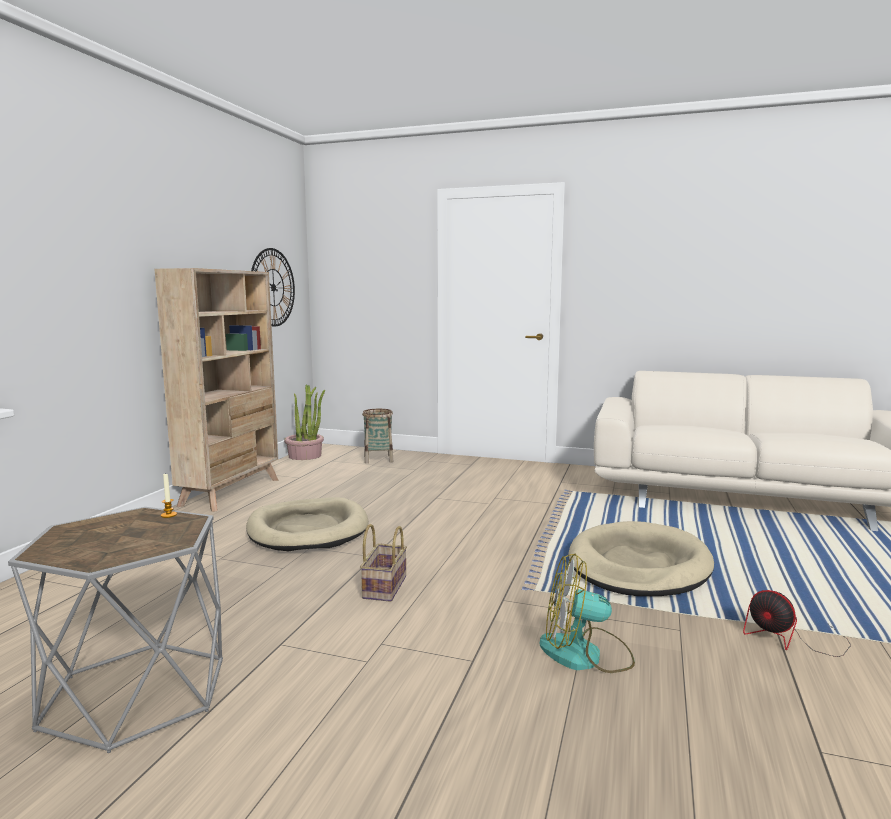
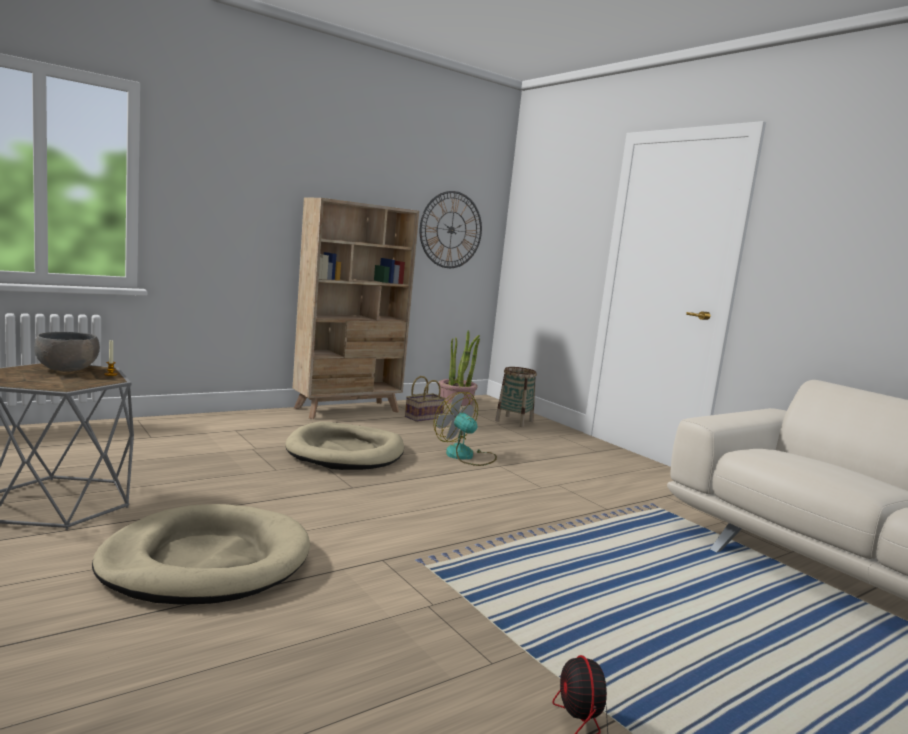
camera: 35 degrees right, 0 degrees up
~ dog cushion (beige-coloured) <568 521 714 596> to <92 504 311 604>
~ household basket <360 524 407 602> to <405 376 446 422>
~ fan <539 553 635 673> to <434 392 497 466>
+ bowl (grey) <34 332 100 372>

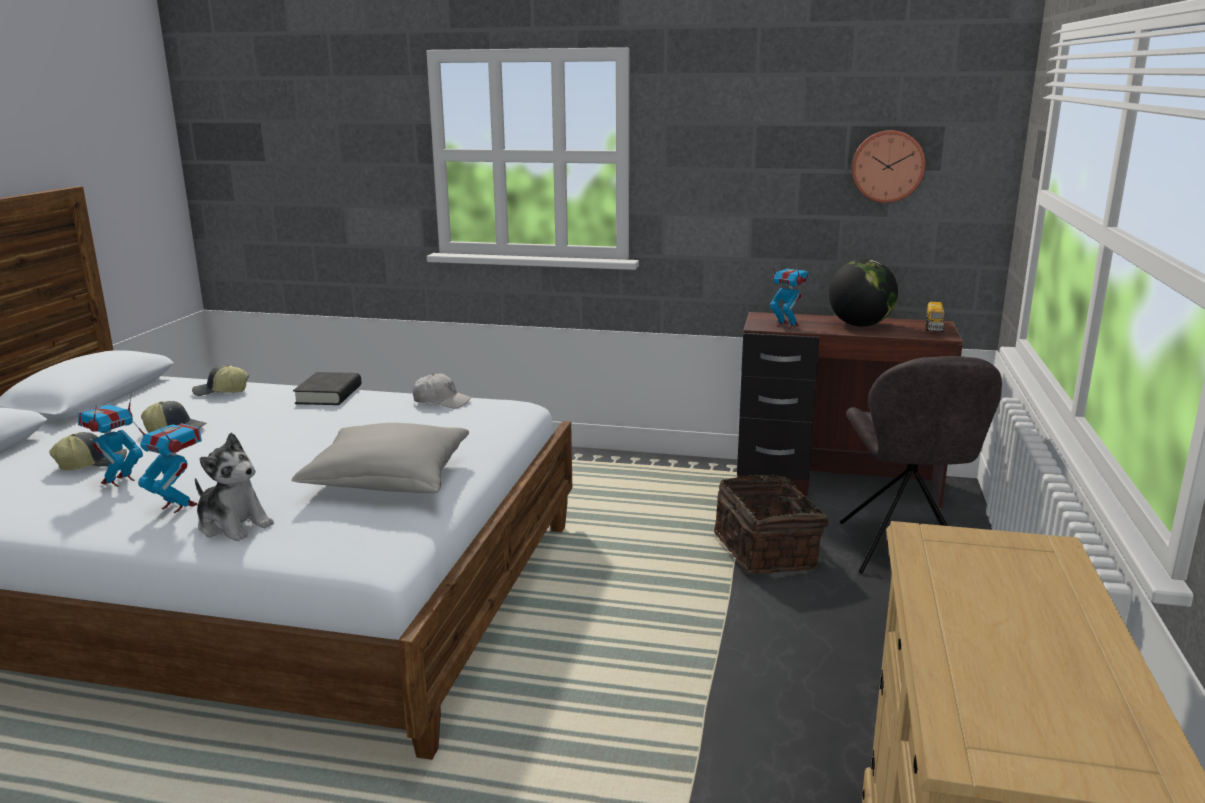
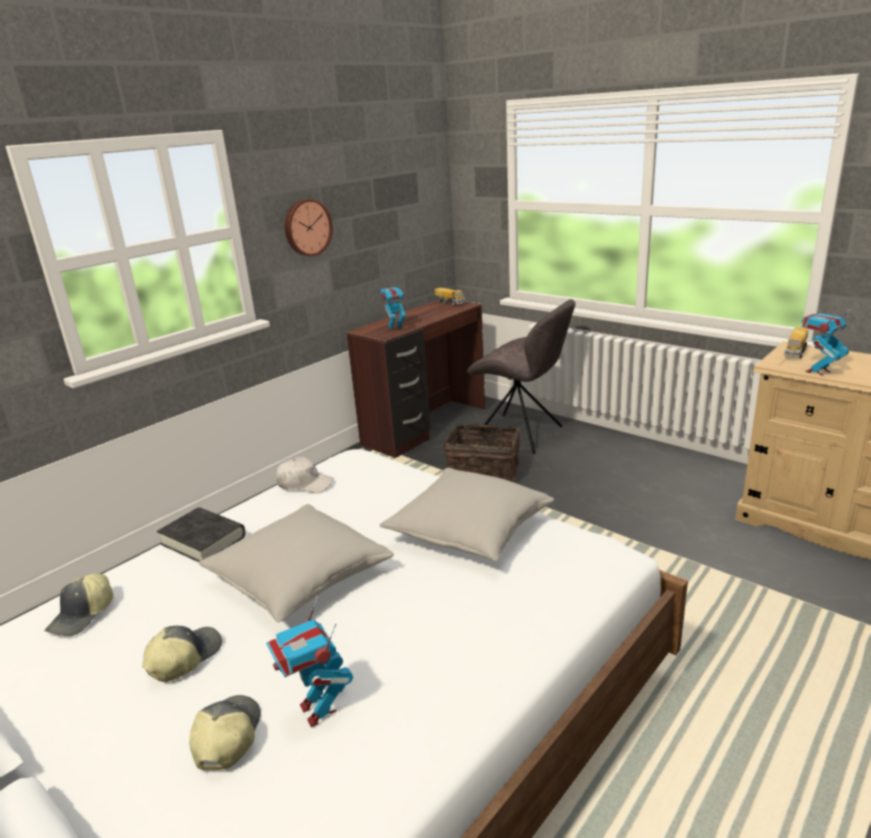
camera: 60 degrees left, 5 degrees up
~ hanging clock <852 130 925 203> to <285 199 333 256>
- desk globe <829 259 898 327>
~ peaked cap (white-coloured) <412 374 471 408> = <276 457 334 493> 60 degrees clockwise
~ toy robot <132 420 202 513> to <802 306 853 376>
- plush toy <195 433 274 541>
+ toy lorry <785 327 808 358>
+ cushion (grey) <199 504 394 622>

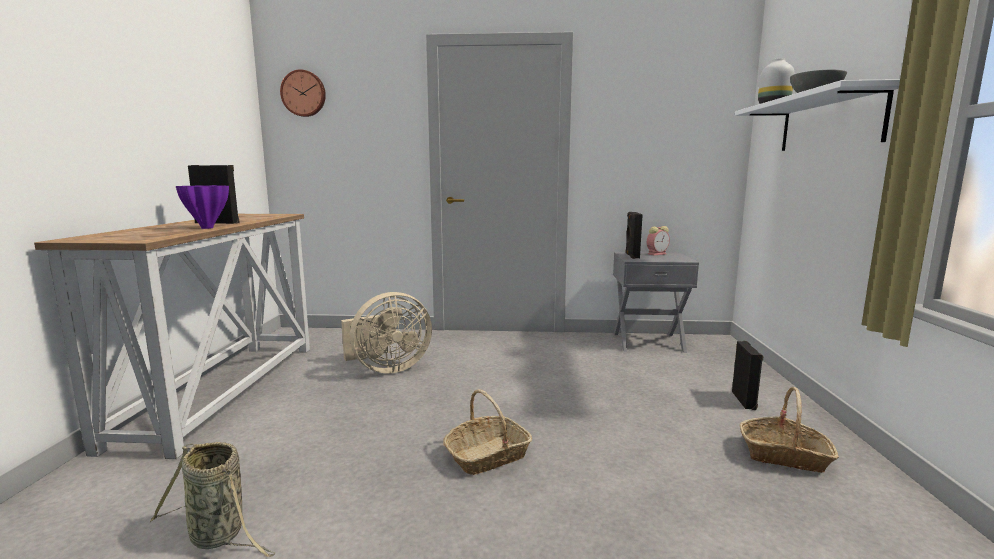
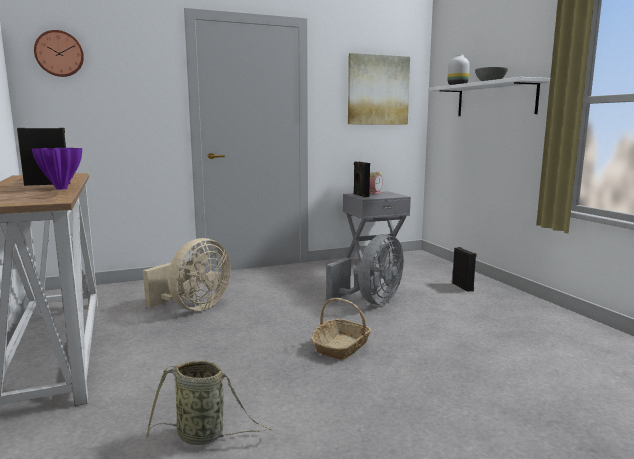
camera: 25 degrees left, 0 degrees up
- household basket <740 387 839 473>
+ wall art <348 53 410 124>
+ fan (grey) <326 235 404 305>

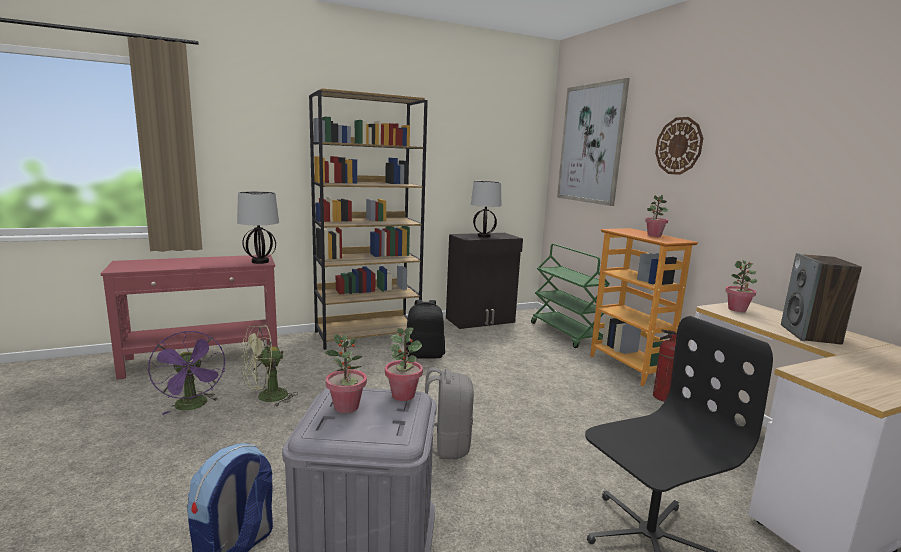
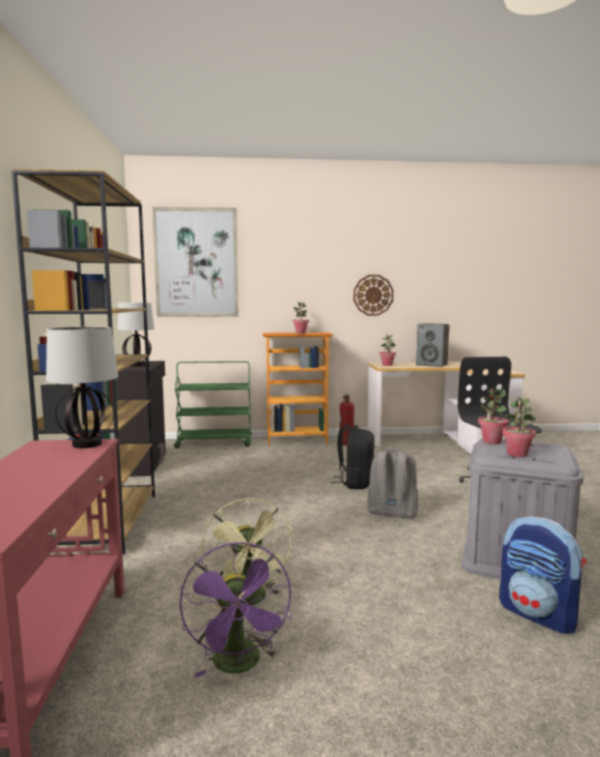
camera: 70 degrees left, 5 degrees down
~ hanging clock <655 117 703 175> to <354 275 394 316>
~ knapsack (blackish) <406 300 445 359> to <330 424 374 489>
~ fan (purplish) <148 331 225 415> = <179 542 291 678> 90 degrees clockwise

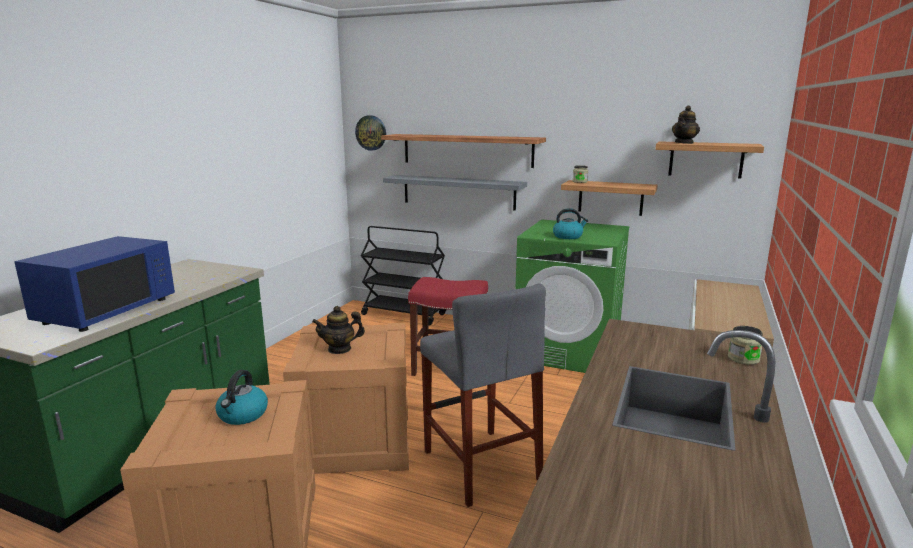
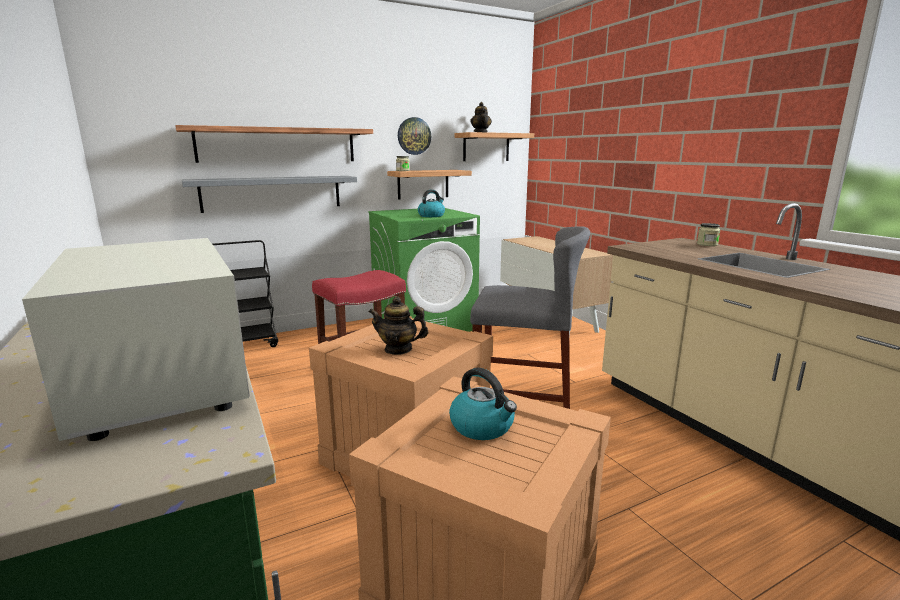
camera: 50 degrees left, 0 degrees up
~ hanging clock <355 115 386 151> to <398 117 431 155>
~ microwave oven (bluish) <14 236 175 332> to microwave oven (white-coloured) <22 238 250 441>
~ pot for tea <312 306 365 354> = <369 296 429 355> 75 degrees clockwise

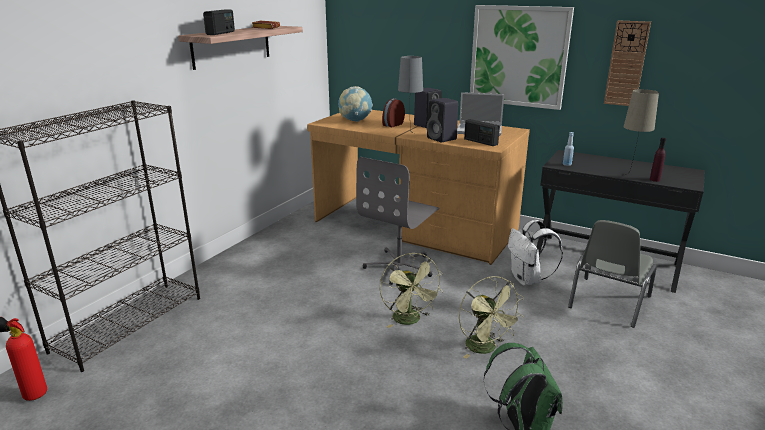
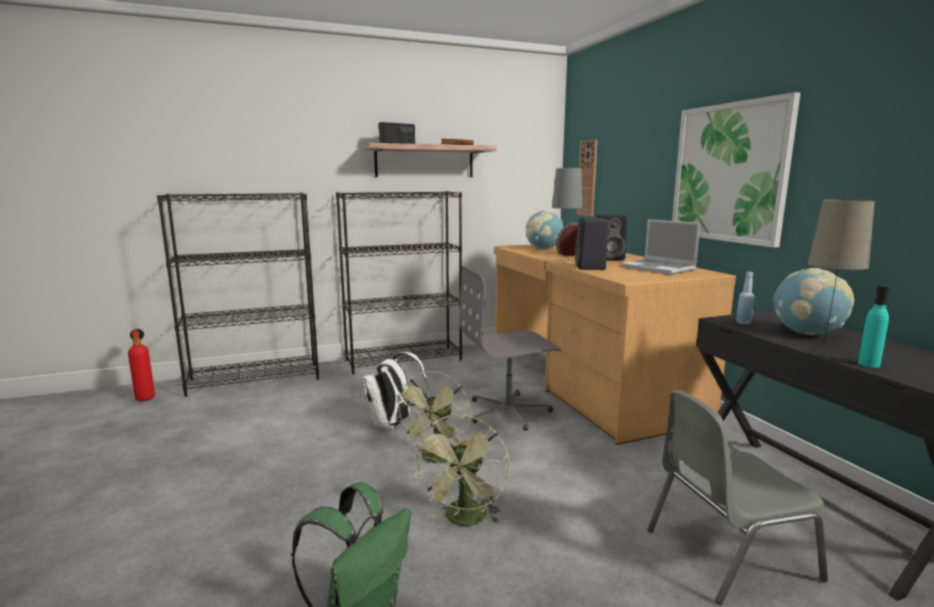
camera: 40 degrees right, 10 degrees down
~ hanging clock <604 20 651 106> to <577 140 598 216>
- radio <464 119 500 146>
~ bottle (purplish) <650 137 666 182> to bottle (blue-green) <858 286 889 368>
~ knapsack (white-coloured) <508 220 563 286> to <362 352 428 429>
+ bookcase (blackish) <336 191 462 374>
+ desk globe <773 268 854 335>

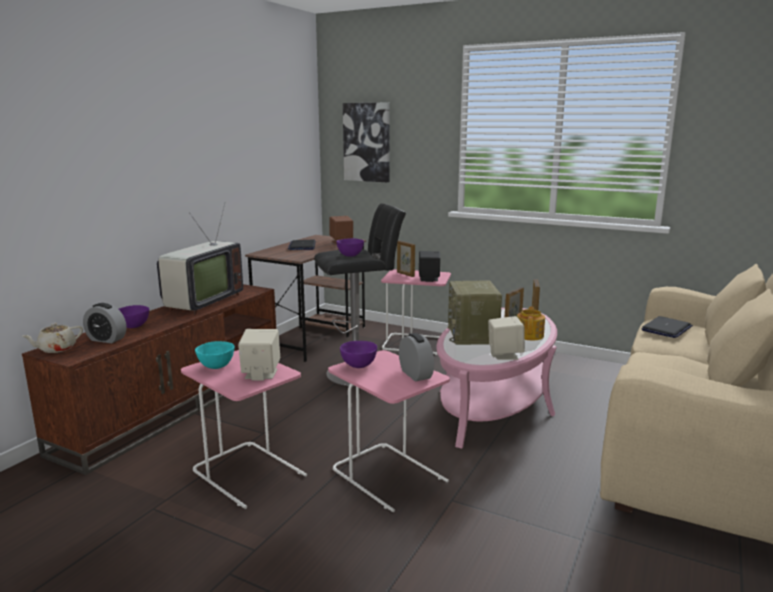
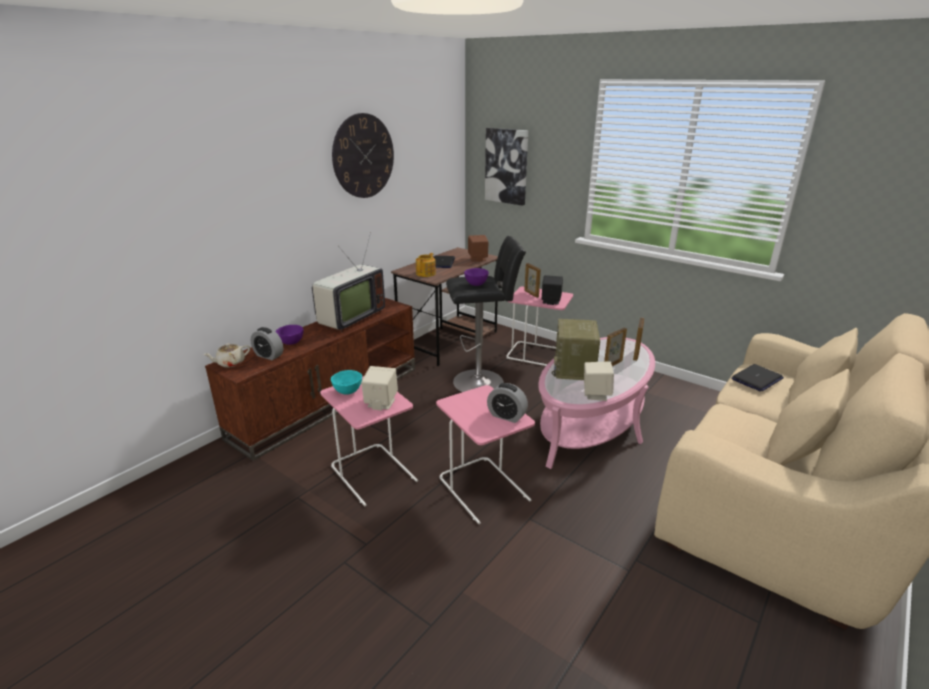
camera: 10 degrees right, 10 degrees up
~ pot for tea <517 306 545 340> to <416 253 436 277>
~ alarm clock <399 333 434 381> = <487 383 528 423> 135 degrees clockwise
- bowl (purplish) <340 341 377 368>
+ hanging clock <332 113 394 198>

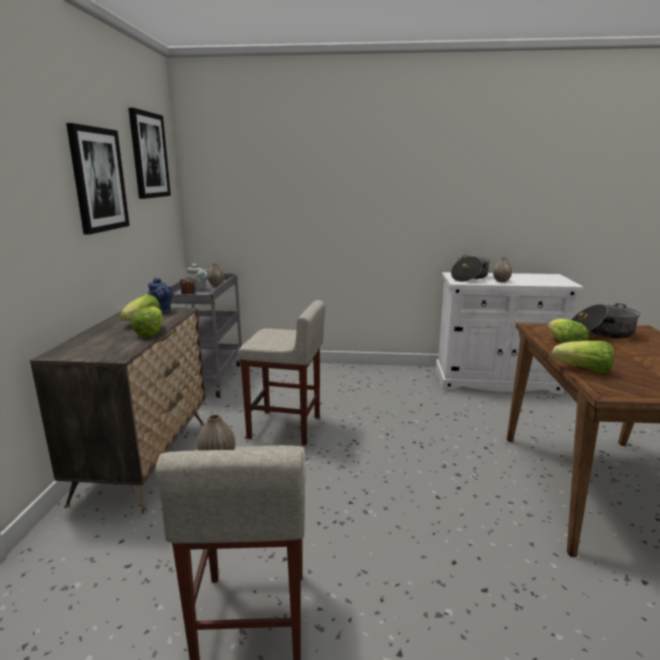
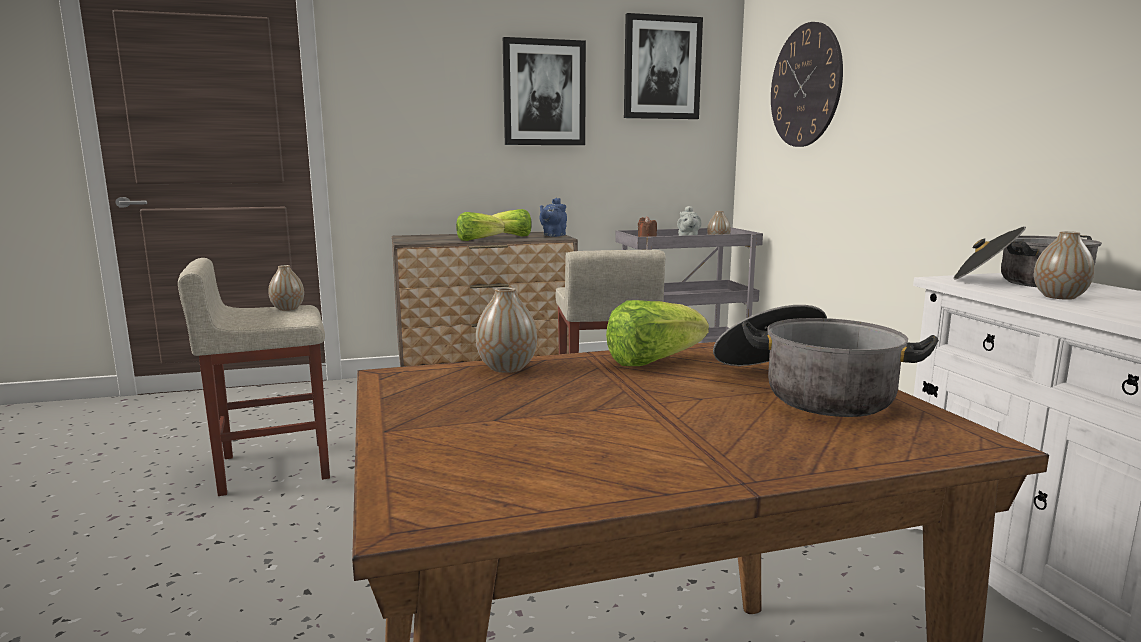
camera: 70 degrees right, 5 degrees down
~ lettuce <552 341 614 373> to vase <476 287 537 373>
+ hanging clock <771 22 843 147>

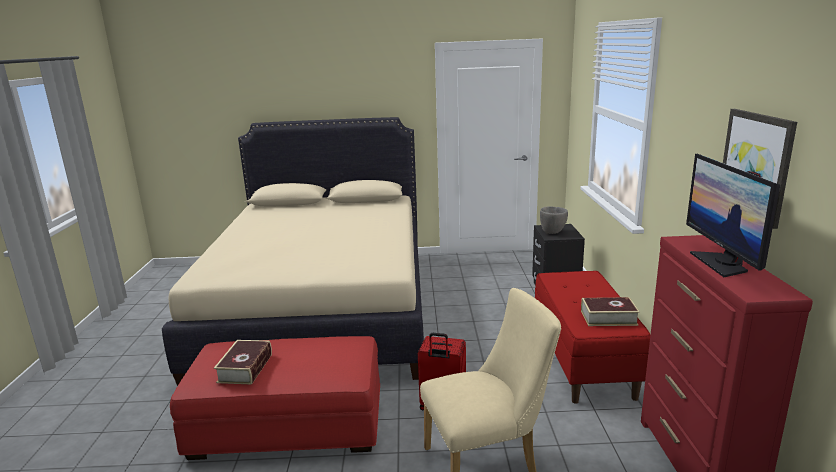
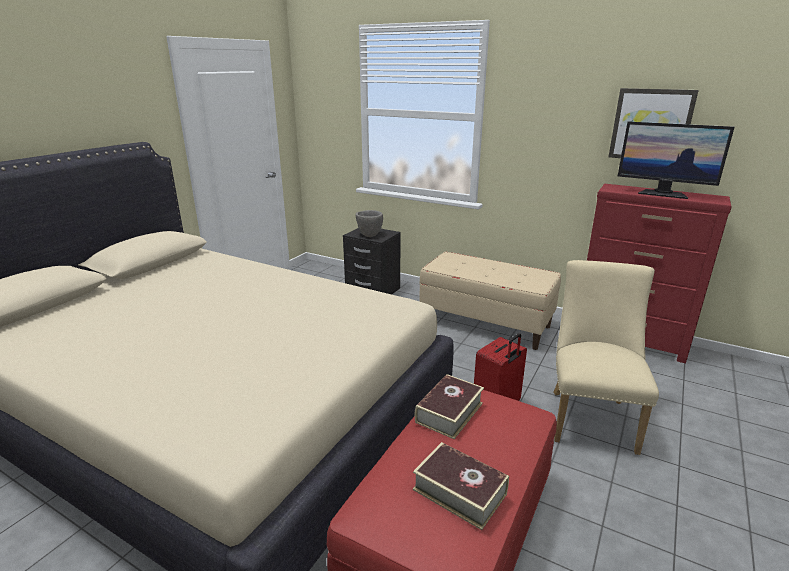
camera: 60 degrees left, 5 degrees up
~ long seat (red-coloured) <535 271 650 404> to long seat (beige-coloured) <419 252 561 350>
~ volume <581 297 640 326> to <415 374 484 439>

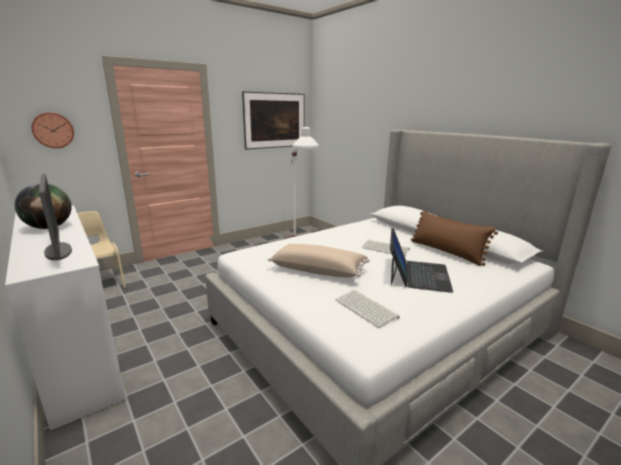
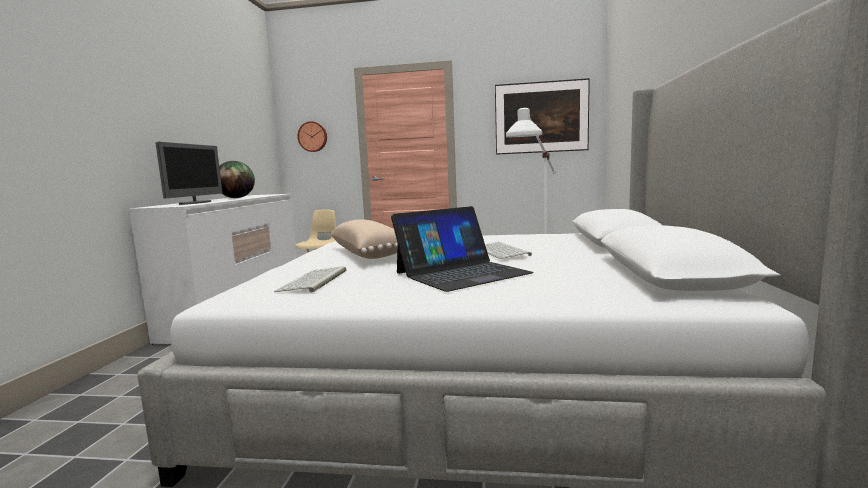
camera: 45 degrees right, 10 degrees down
- cushion (brown-coloured) <411 210 498 266>

